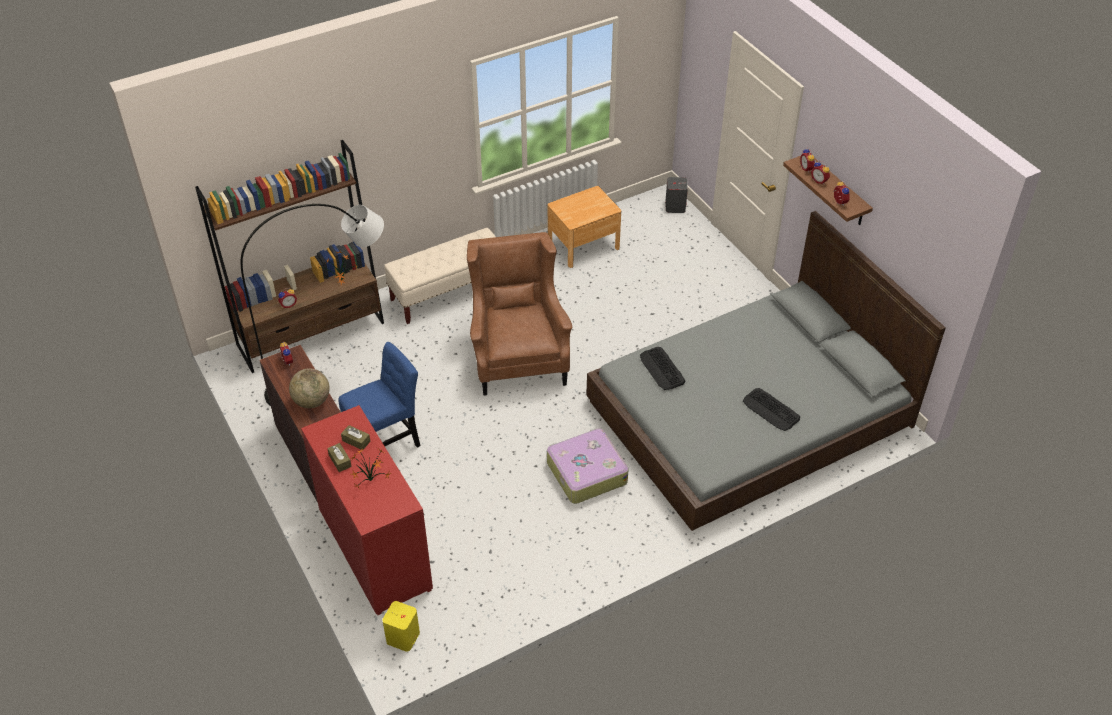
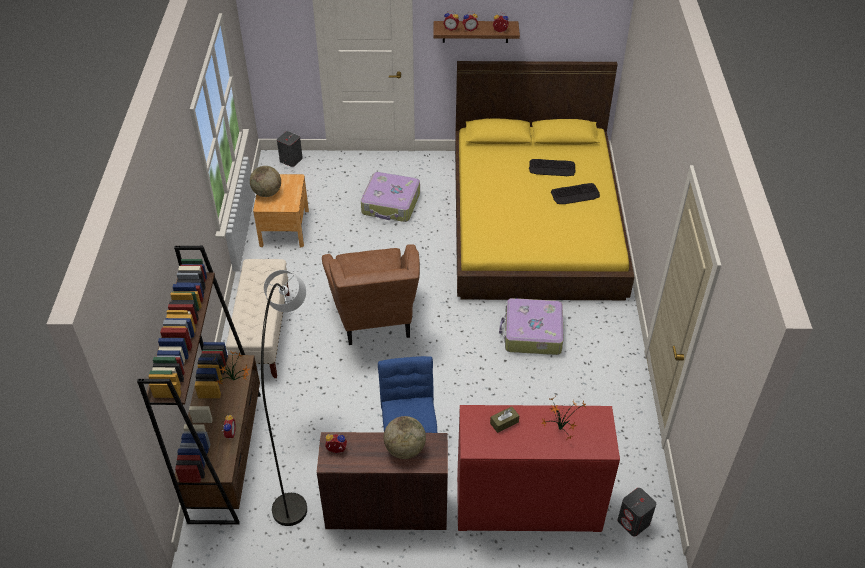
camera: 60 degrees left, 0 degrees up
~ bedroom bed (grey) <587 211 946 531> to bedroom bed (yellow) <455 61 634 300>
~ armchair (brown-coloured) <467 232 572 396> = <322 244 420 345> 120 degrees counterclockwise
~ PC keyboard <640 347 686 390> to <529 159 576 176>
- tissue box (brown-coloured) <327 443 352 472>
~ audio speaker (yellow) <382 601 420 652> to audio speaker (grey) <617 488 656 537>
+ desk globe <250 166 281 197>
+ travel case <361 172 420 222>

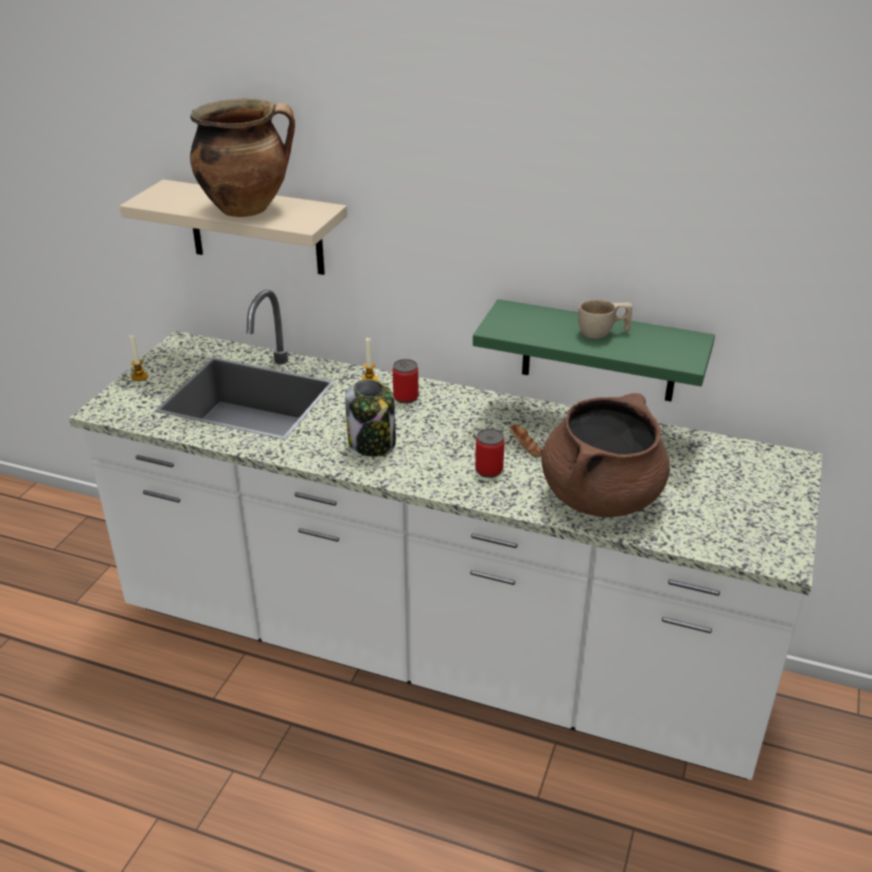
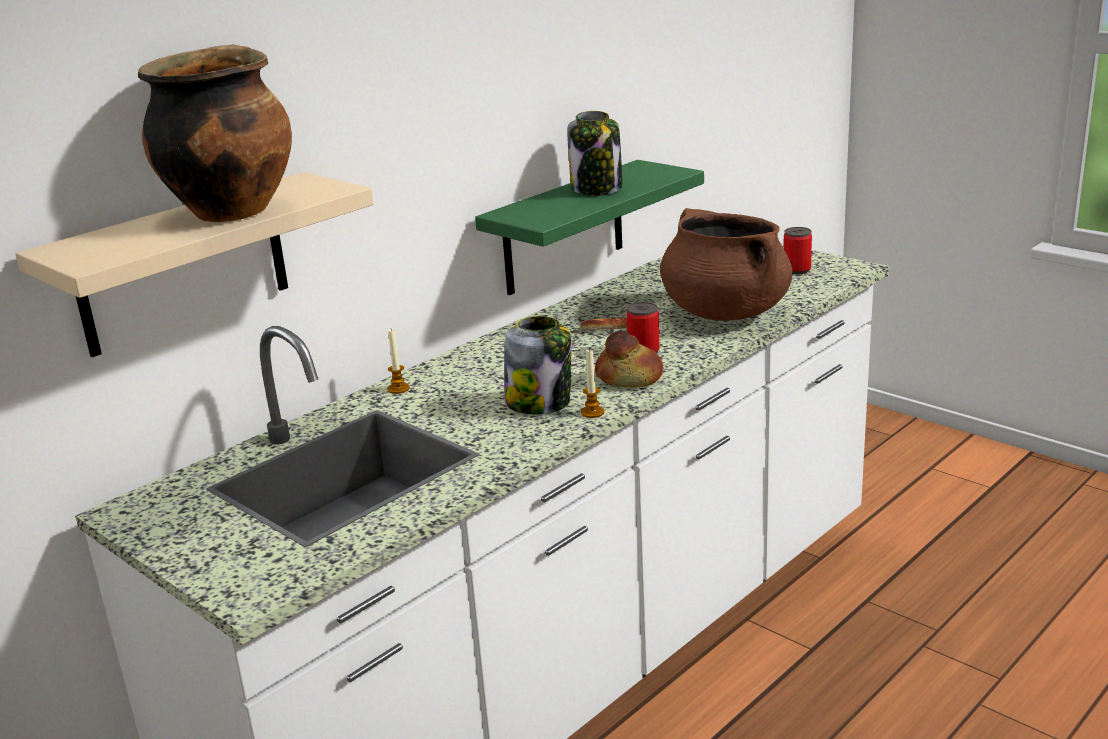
camera: 65 degrees left, 10 degrees down
~ cup (beige-coloured) <578 300 632 339> to jar <567 111 623 196>
~ wax light <130 335 148 381> to <581 348 604 418>
~ metal can <393 359 418 404> to <783 227 812 274>
+ bread <595 331 663 387>

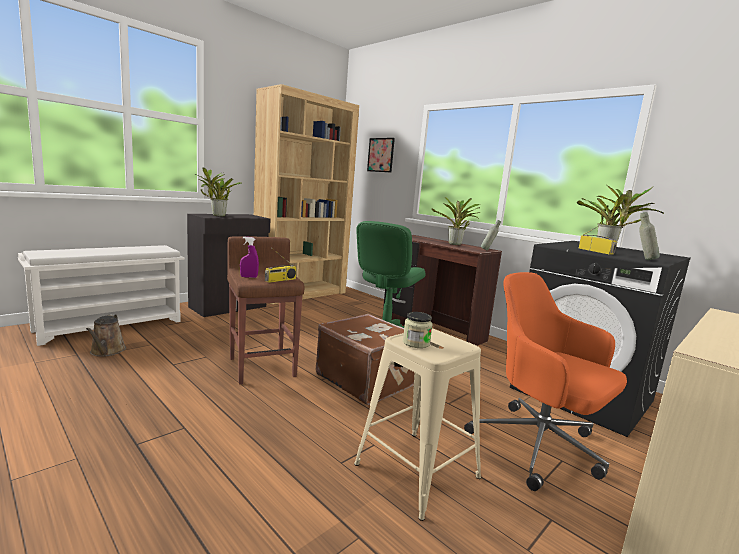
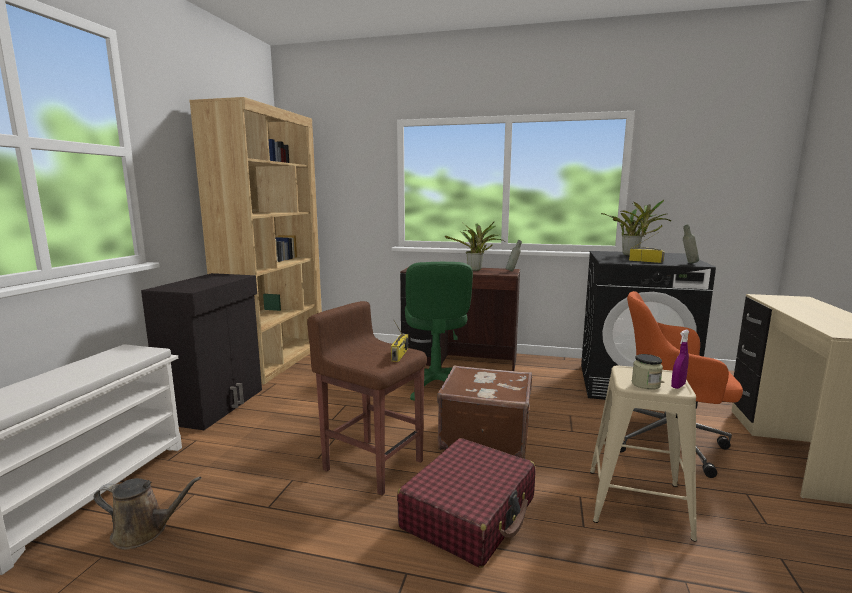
camera: 30 degrees left, 0 degrees up
- wall art <367 138 395 172>
- plant in a pot <195 167 241 217>
~ spray bottle (purplish) <240 237 259 278> to <671 330 689 389>
~ sprinkling can (brown-coloured) <86 314 126 357> = <94 477 202 549> 45 degrees counterclockwise
+ travel case (red-coloured) <397 438 536 568>

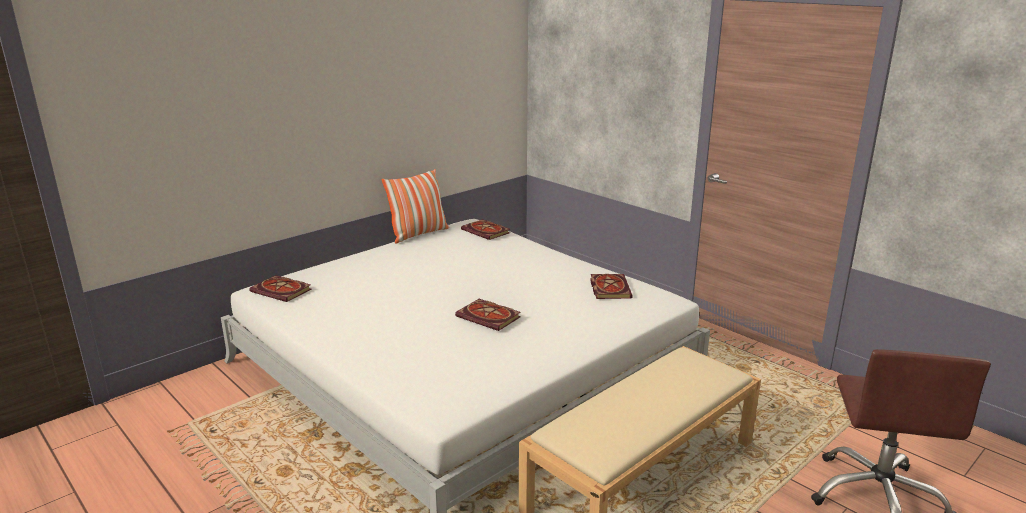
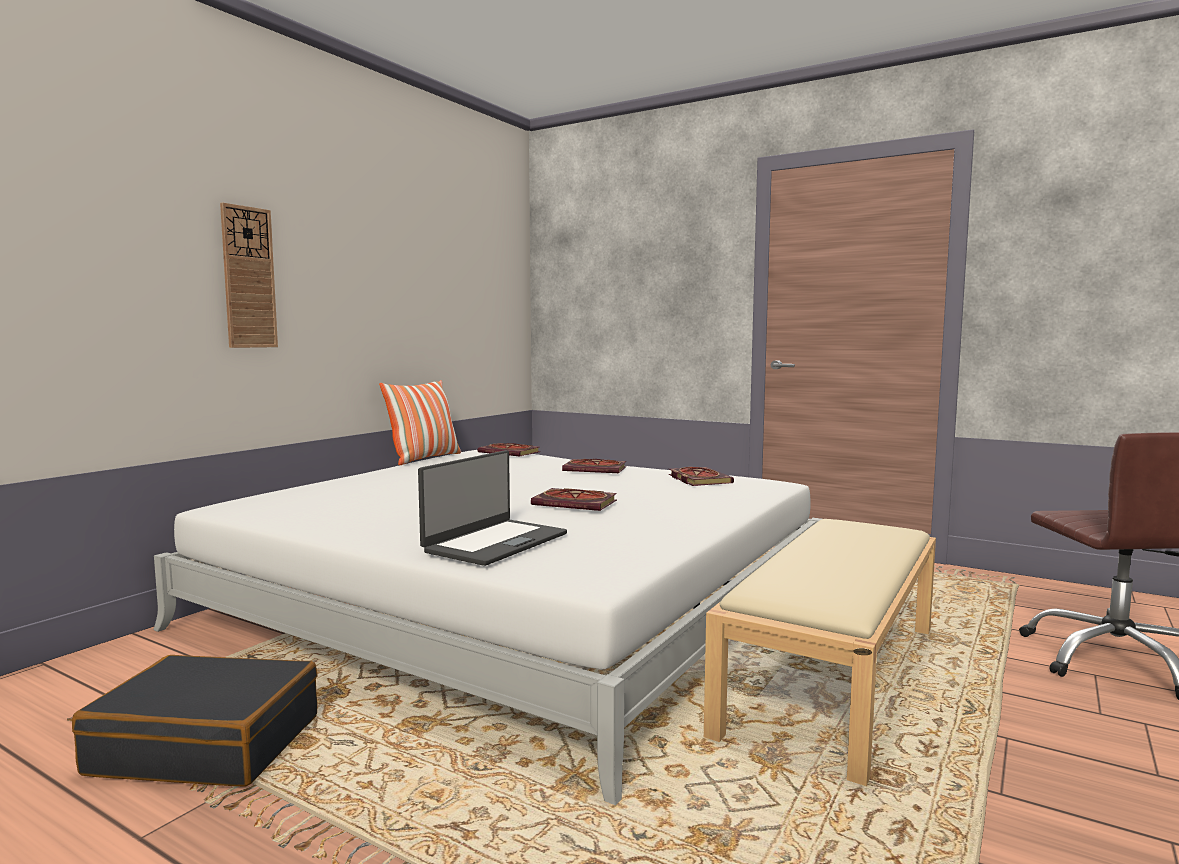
camera: 15 degrees left, 15 degrees down
~ volume <249 275 311 302> to <562 459 626 473>
+ hanging clock <220 203 278 348>
+ portable computer <418 450 567 566>
+ travel case (blackish) <72 655 317 787>

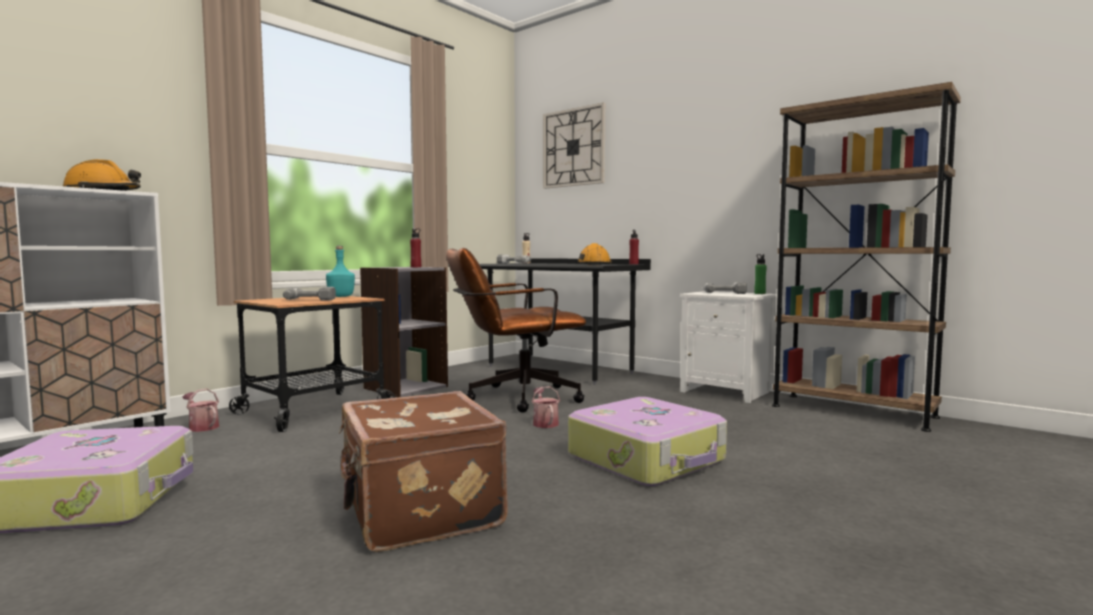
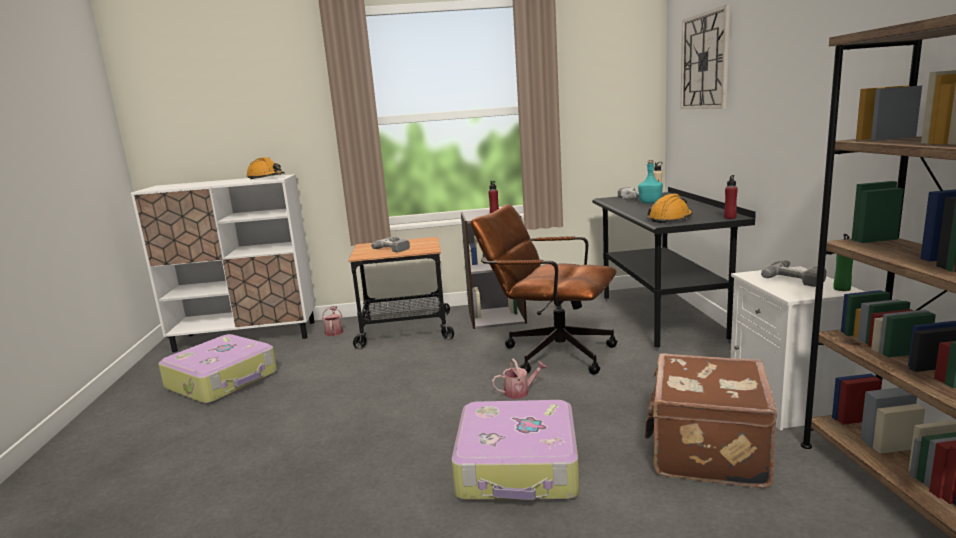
camera: 45 degrees right, 10 degrees up
~ bottle (blue-green) <326 246 355 297> to <638 160 663 204>
~ sprinkling can <532 386 560 428> = <492 358 547 399> 45 degrees clockwise
~ travel case (brown-coloured) <338 391 508 552> to <644 353 777 488>

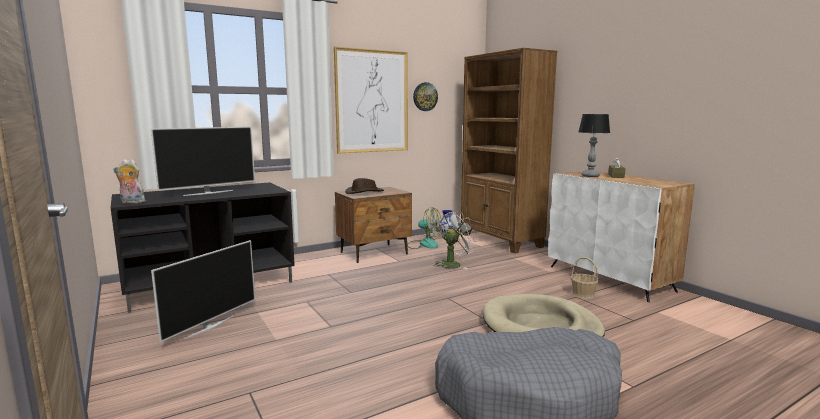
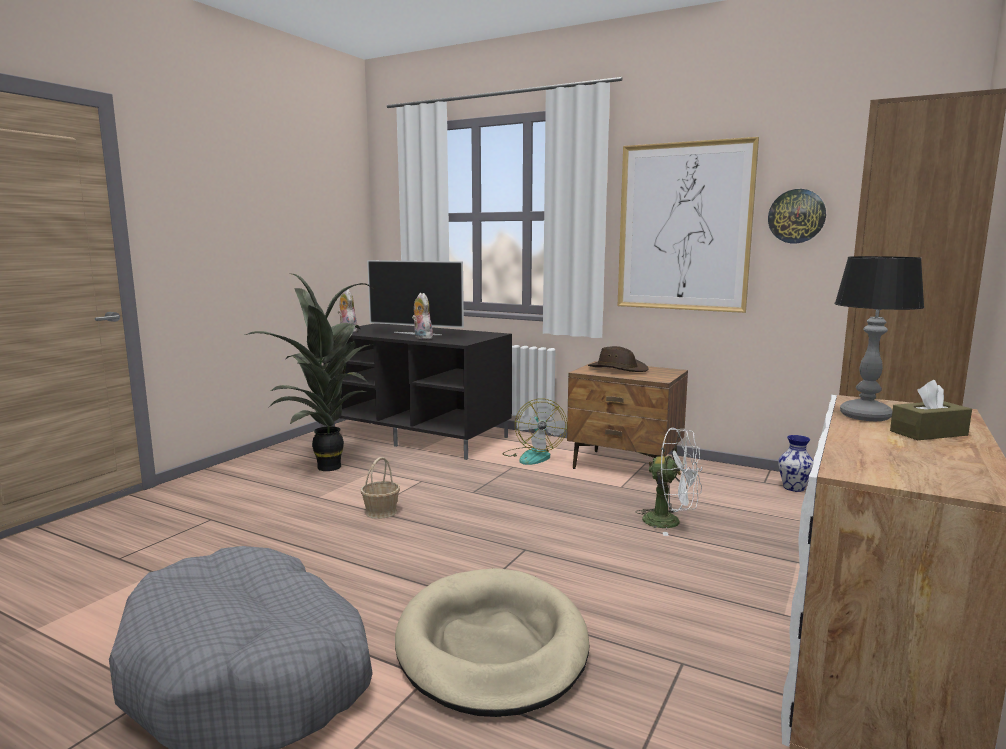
camera: 60 degrees right, 0 degrees up
~ fan <407 207 442 249> to <502 399 567 465>
~ TV <151 240 255 342> to plant in a pot <245 273 375 471>
~ household basket <571 257 599 299> to <361 457 400 519>
+ plush toy <412 293 433 339>

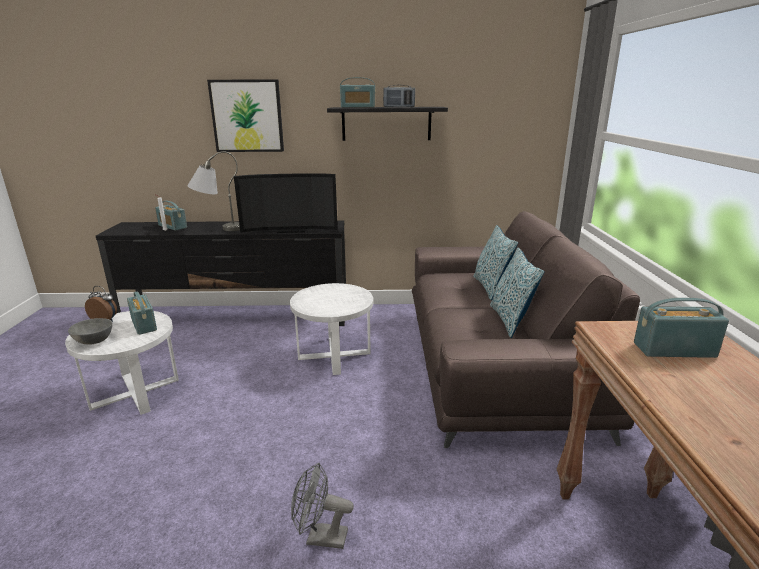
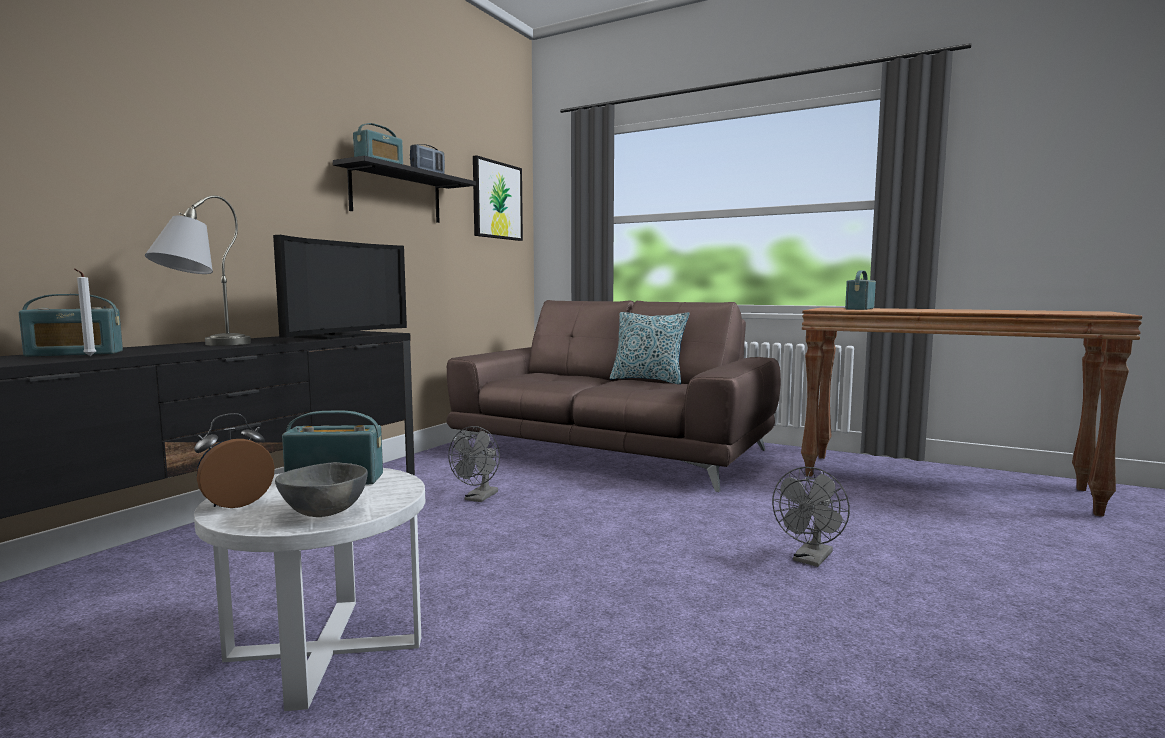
camera: 60 degrees left, 15 degrees down
~ wall art <207 79 284 152> to <473 155 523 241>
- cushion <473 225 518 300>
~ end table (white-coloured) <290 283 373 375> to fan (grey) <448 426 500 502>

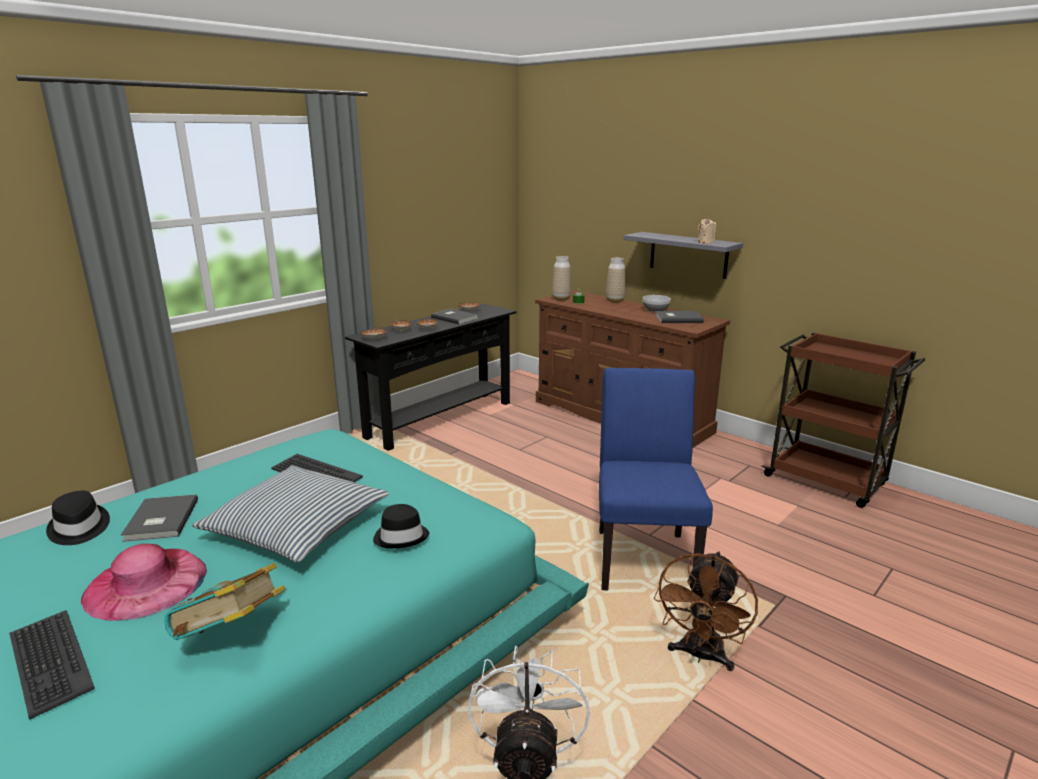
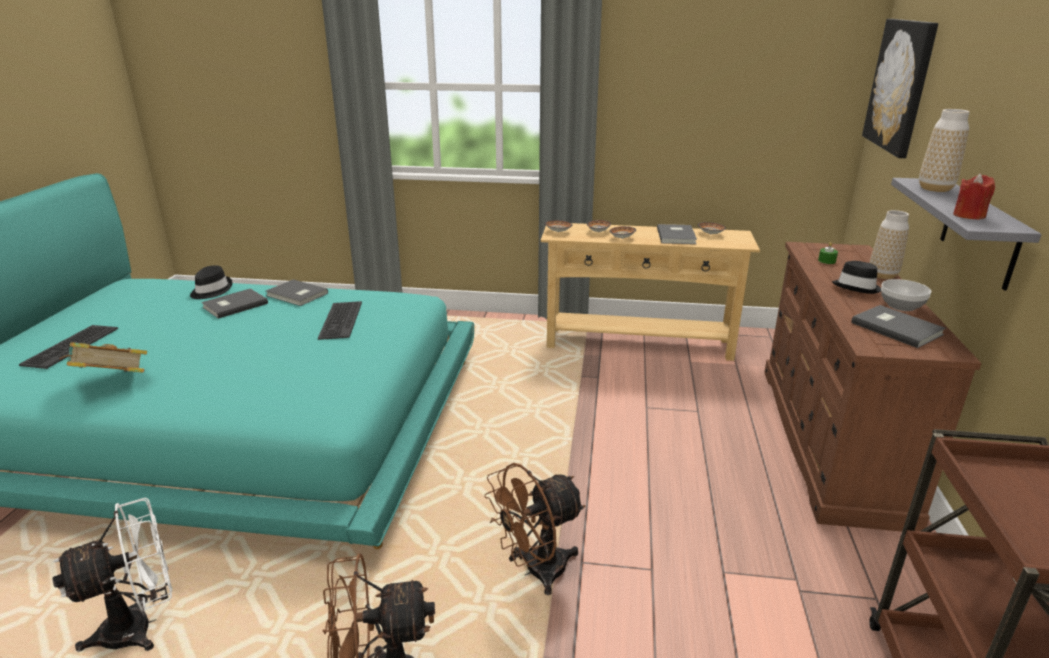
camera: 55 degrees right, 5 degrees up
~ wax light (beige-coloured) <698 218 716 243> to wax light (red-coloured) <953 173 995 220>
~ vase <552 256 571 301> to <919 109 969 192>
~ hall table (blackish) <345 304 516 451> to hall table (beige-coloured) <541 223 760 361>
~ upright chair (bluish) <599 368 713 591> to fan (brown-coloured) <484 463 586 595>
- cushion <192 465 389 563>
~ wearable hat (blackish) <373 504 429 548> to <832 261 881 294>
- wearable hat (pink) <81 544 207 621>
+ wall art <862 19 939 158>
+ volume (grey) <266 279 328 306>

